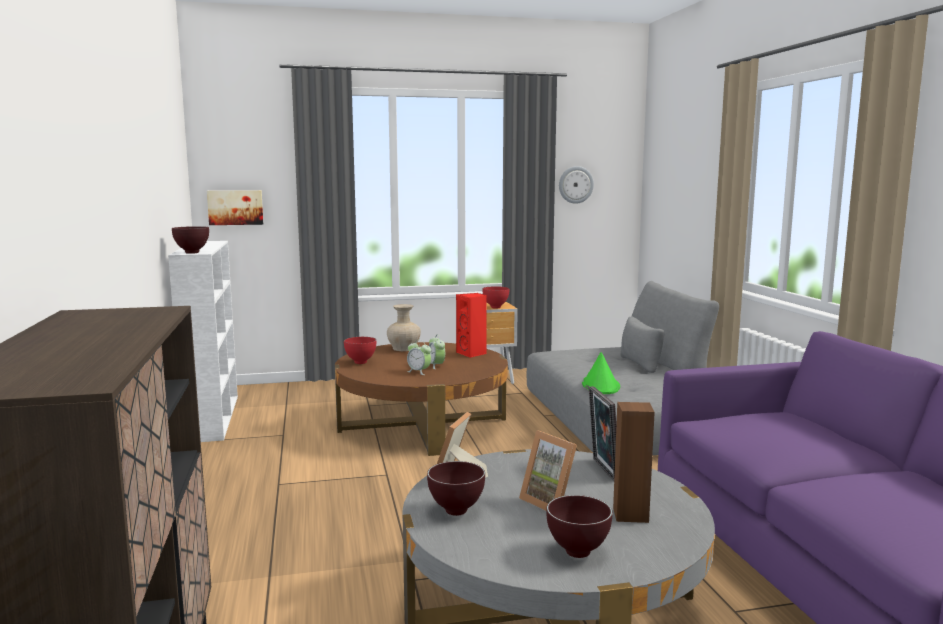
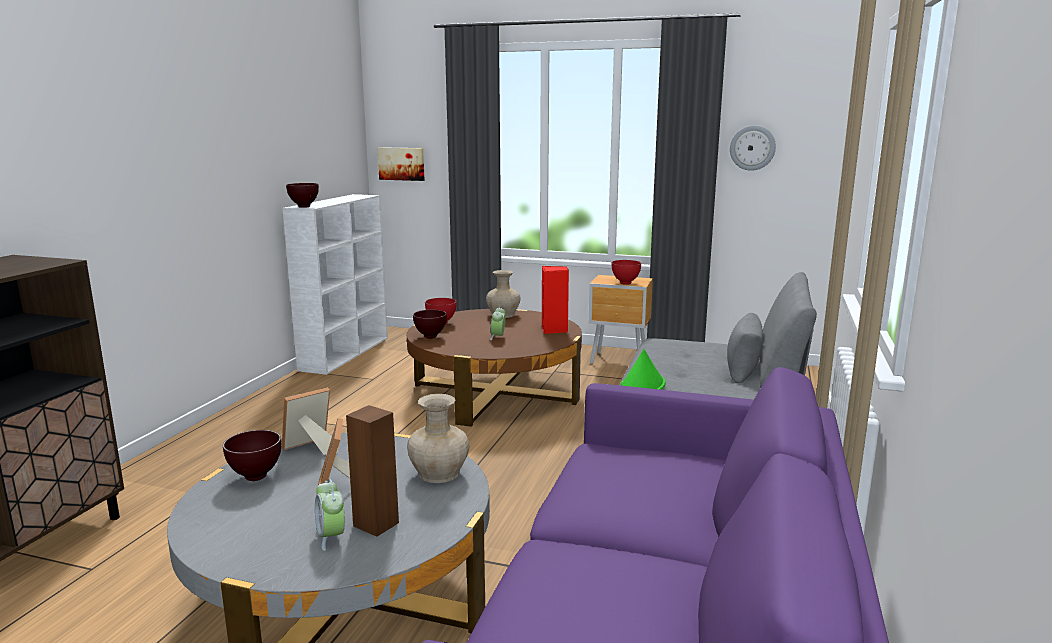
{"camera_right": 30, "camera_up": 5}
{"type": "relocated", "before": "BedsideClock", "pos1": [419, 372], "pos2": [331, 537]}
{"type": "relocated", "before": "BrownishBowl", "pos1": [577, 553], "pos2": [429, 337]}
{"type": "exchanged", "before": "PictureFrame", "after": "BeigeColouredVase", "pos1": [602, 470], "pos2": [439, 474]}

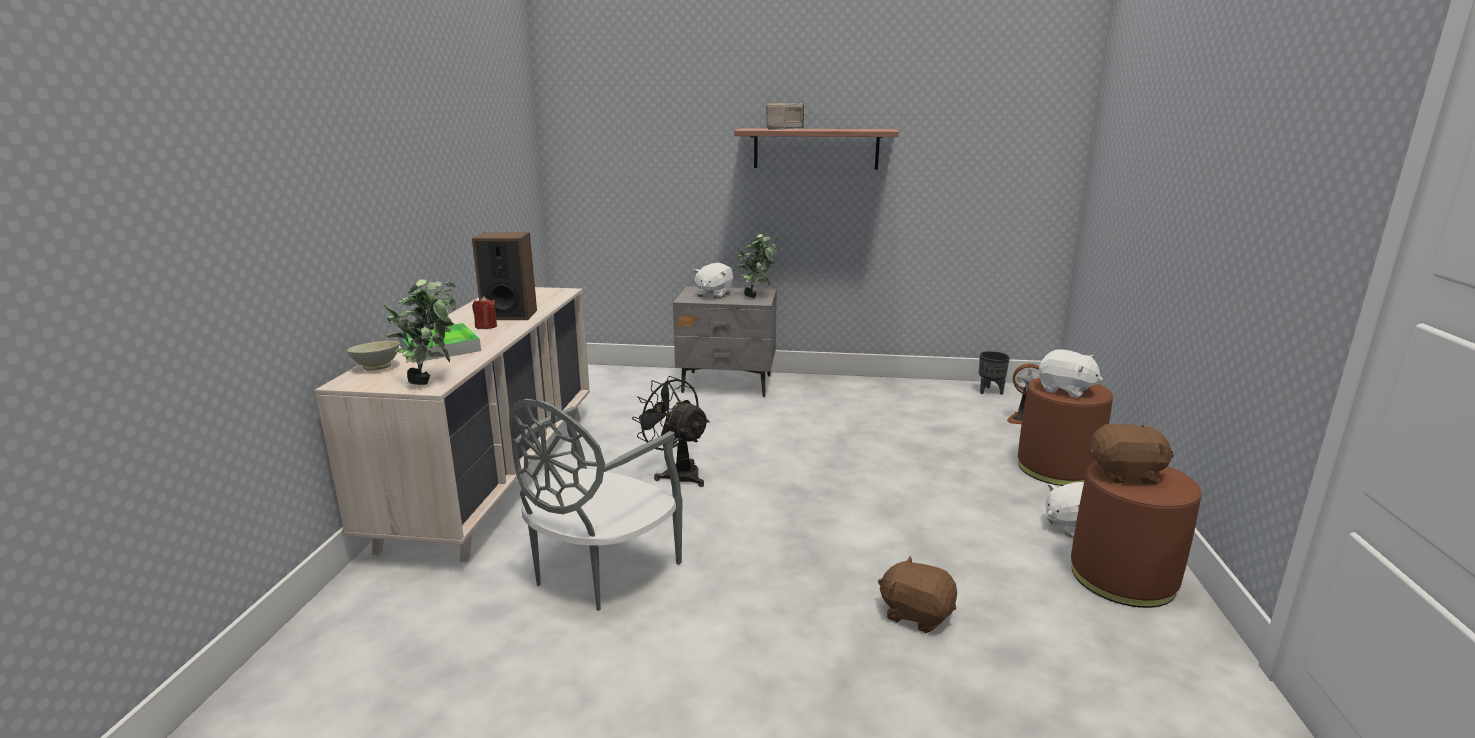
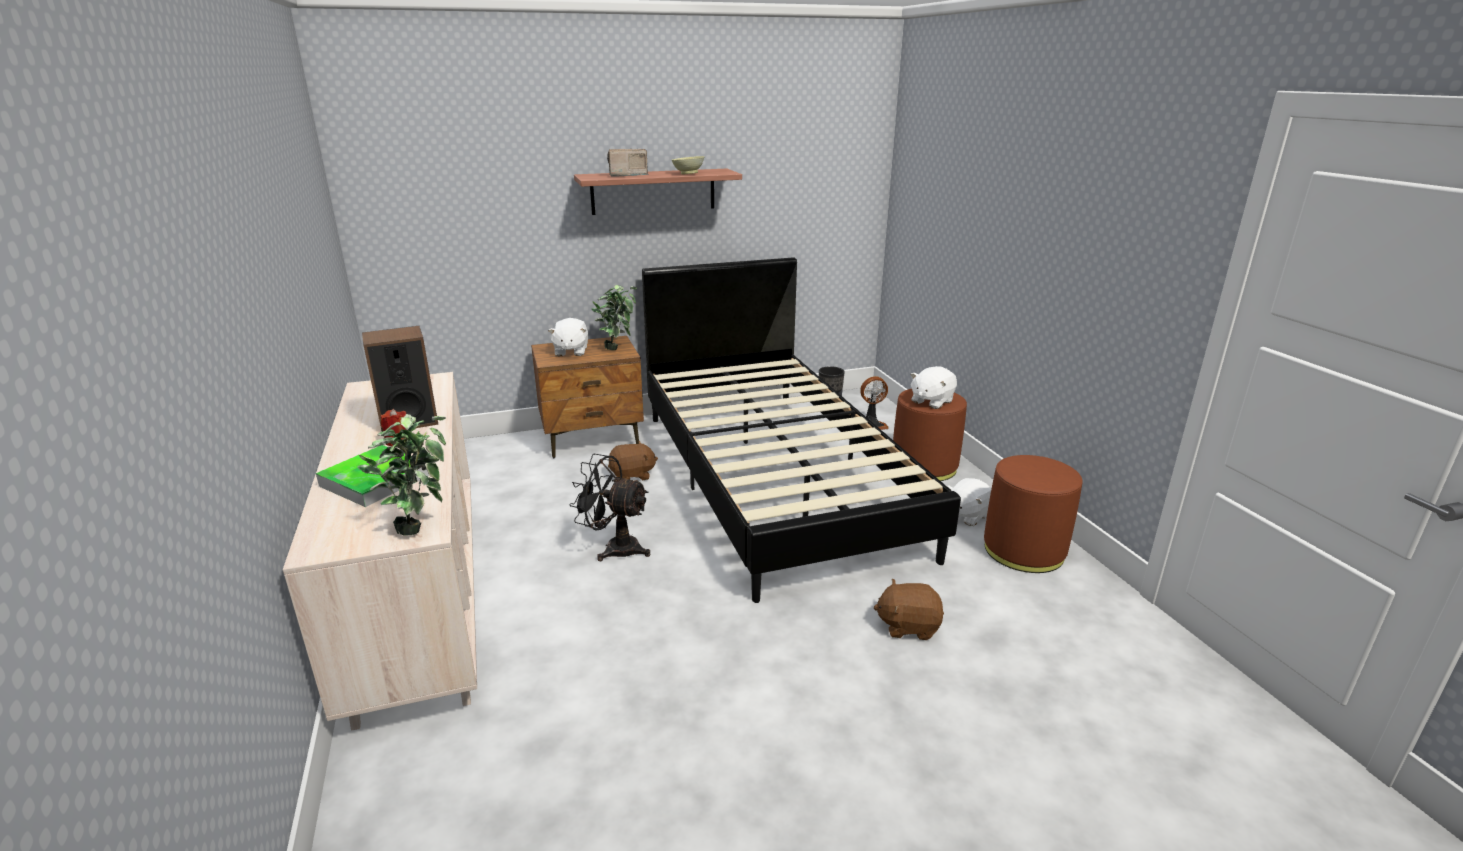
{"camera_right": -25, "camera_up": 5}
{"type": "relocated", "before": "BeigeColouredBowl", "pos1": [377, 367], "pos2": [688, 174]}
{"type": "missing", "before": "GreyishUprightChair", "pos1": [599, 571]}
{"type": "colour", "before": "GreyishNightstand", "after": "BrownishNightstand", "pos1": [727, 384], "pos2": [593, 439]}
{"type": "spun", "before": "WhitishPlushToy", "pos1": [1065, 390], "pos2": [931, 401], "turn": 120}
{"type": "relocated", "before": "BrownishPlushToy", "pos1": [1126, 474], "pos2": [632, 475]}
{"type": "appeared", "after": "BlackColouredSleepingBed", "pos2": [774, 478]}

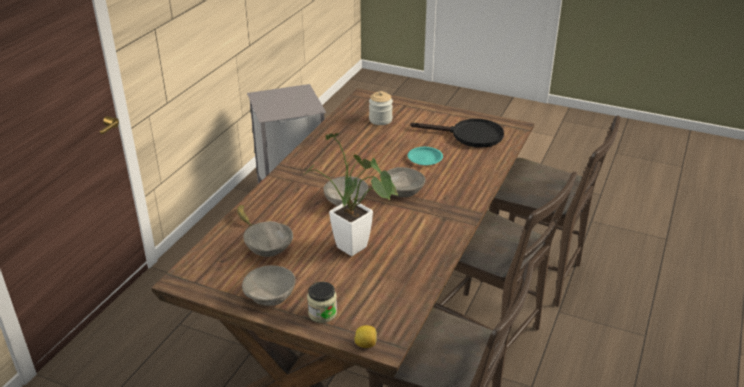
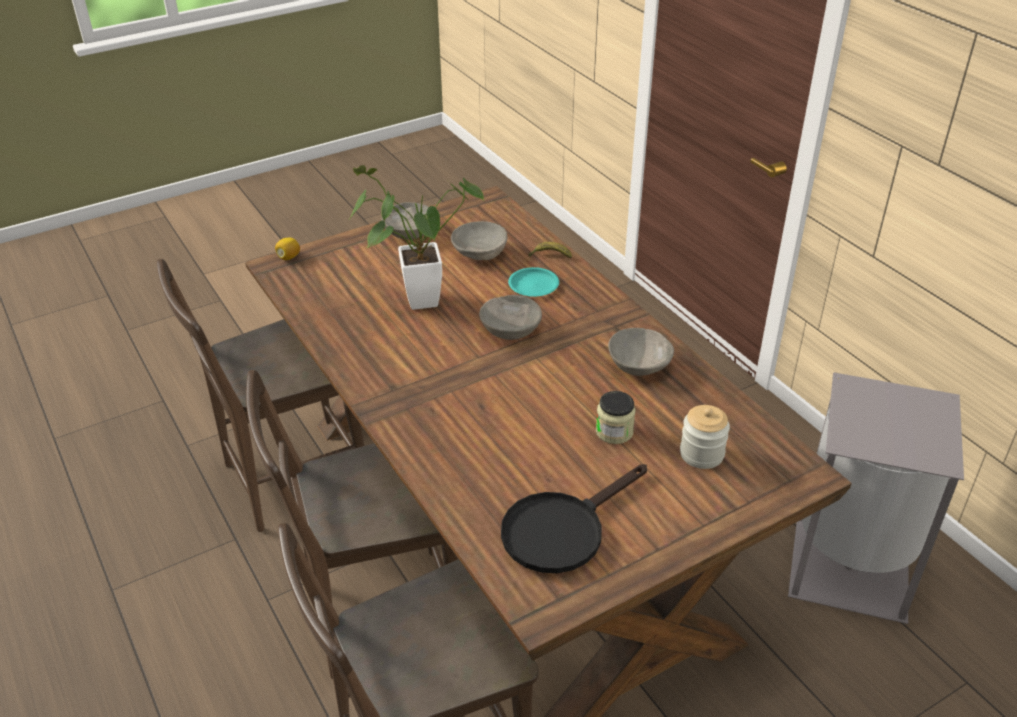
{"camera_right": 125, "camera_up": 5}
{"type": "relocated", "before": "PreserveJar", "pos1": [322, 313], "pos2": [614, 431]}
{"type": "relocated", "before": "GreyishBowl", "pos1": [402, 192], "pos2": [638, 365]}
{"type": "relocated", "before": "BlueGreenPlate", "pos1": [424, 158], "pos2": [533, 285]}

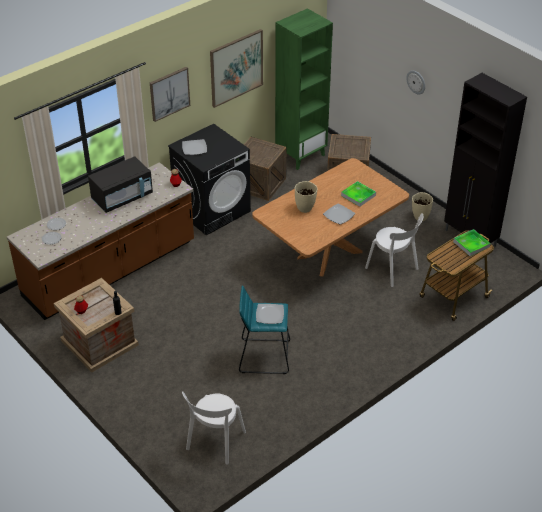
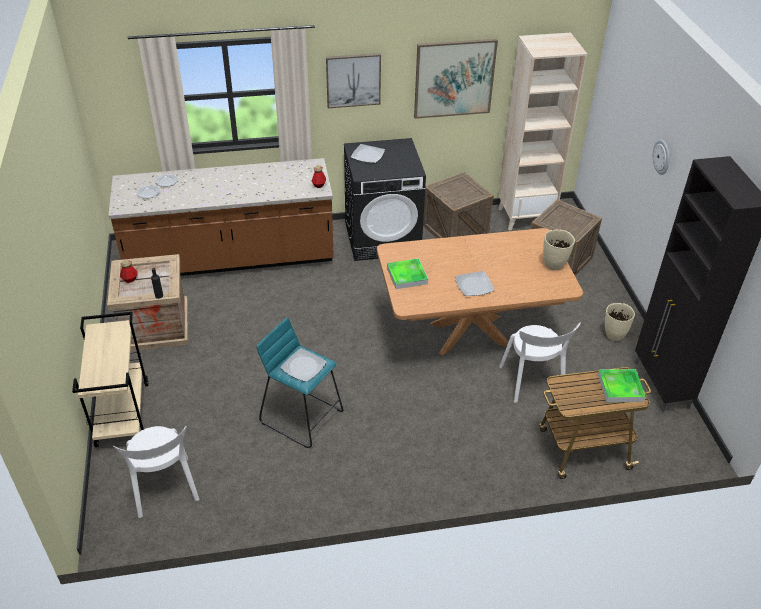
{"camera_right": 30, "camera_up": 0}
{"type": "missing", "before": "BlackColouredMicrowave", "pos1": [122, 197]}
{"type": "spun", "before": "WhitishUprightChair", "pos1": [214, 442], "pos2": [164, 489], "turn": -75}
{"type": "colour", "before": "GreenColouredShelvingUnit", "after": "BeigeColouredShelvingUnit", "pos1": [301, 155], "pos2": [525, 216]}
{"type": "relocated", "before": "BeigeColouredVase", "pos1": [305, 208], "pos2": [554, 265]}
{"type": "relocated", "before": "CarryingTray", "pos1": [358, 195], "pos2": [407, 276]}
{"type": "appeared", "after": "BeigeColouredTrolley", "pos2": [122, 413]}

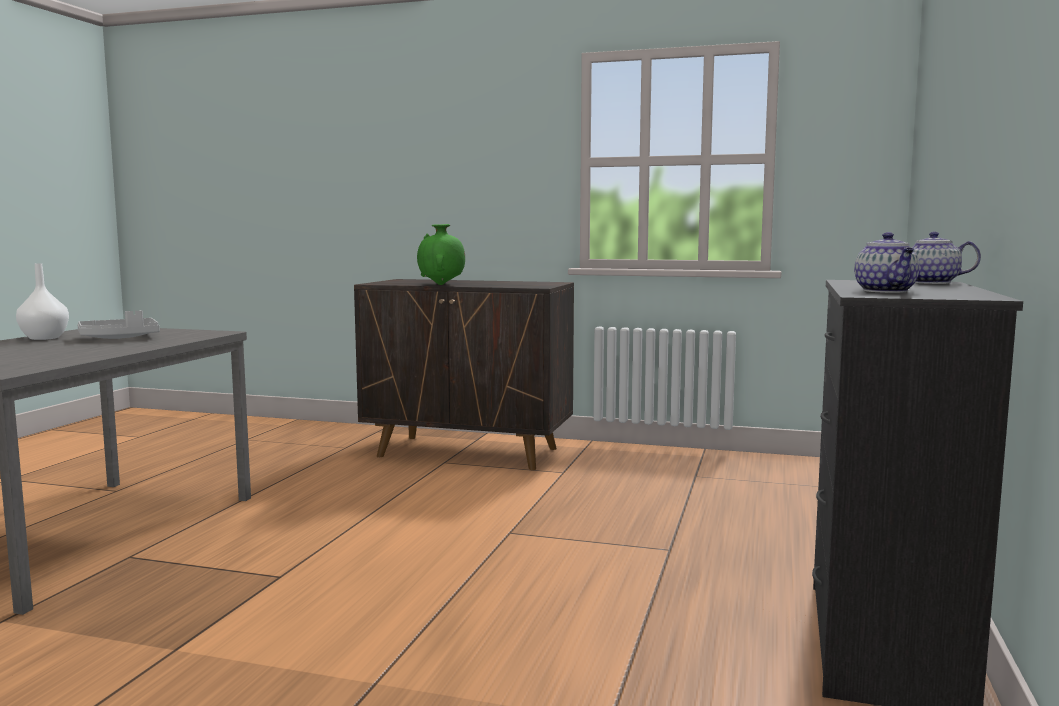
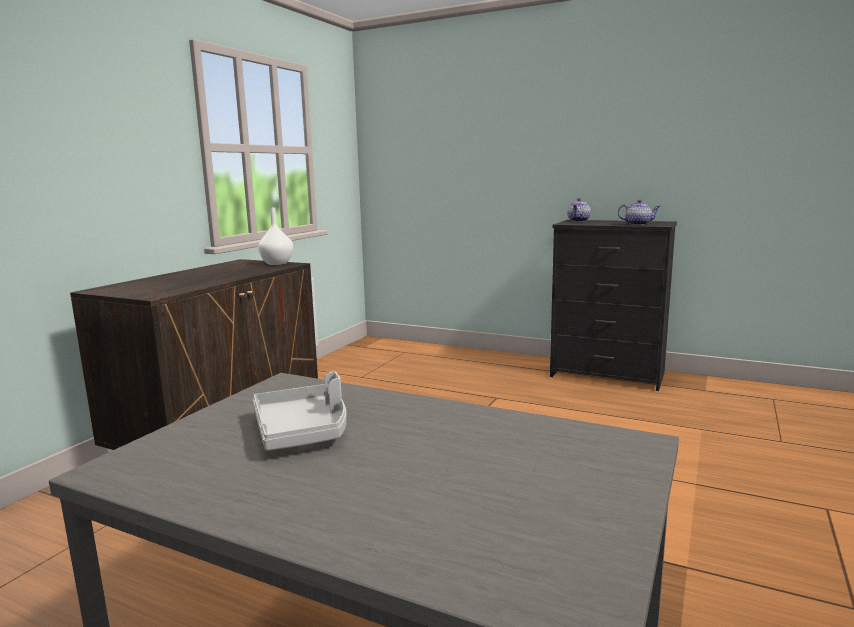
{"camera_right": -80, "camera_up": 5}
{"type": "relocated", "before": "WhitishVase", "pos1": [45, 338], "pos2": [276, 263]}
{"type": "missing", "before": "GreenColouredVase", "pos1": [441, 285]}

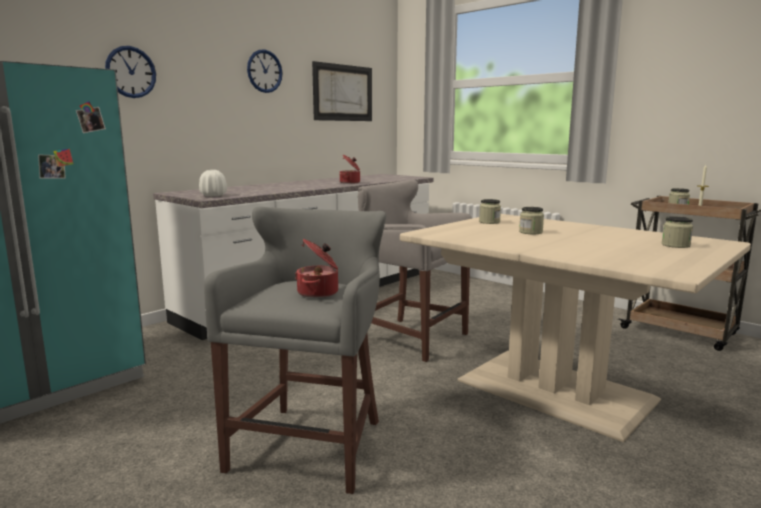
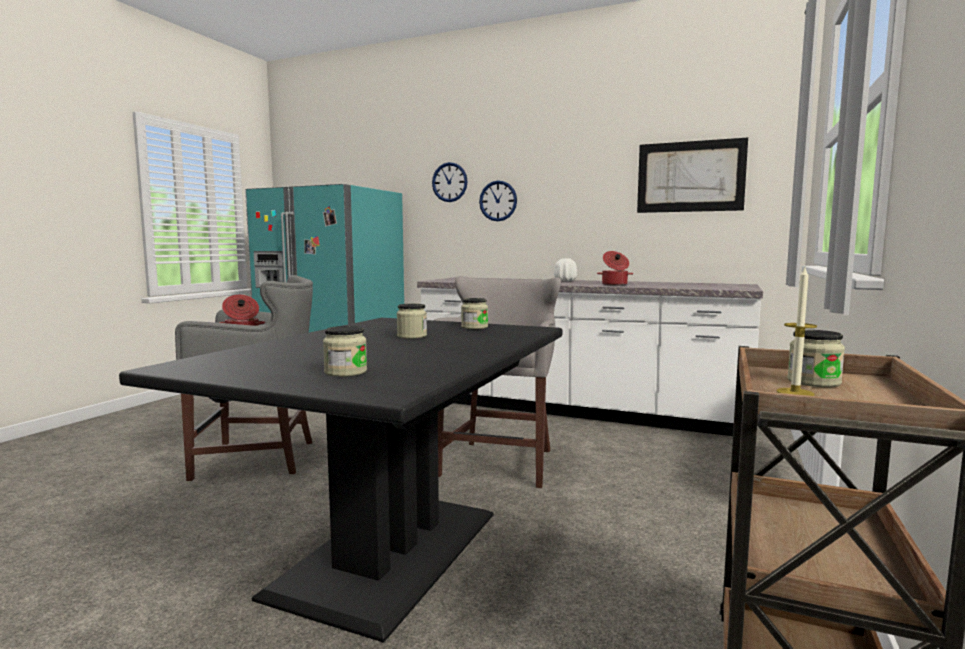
{"camera_right": 70, "camera_up": -5}
{"type": "relocated", "before": "WhitishVase", "pos1": [213, 195], "pos2": [565, 281]}
{"type": "relocated", "before": "ClockOnTheWall", "pos1": [264, 71], "pos2": [498, 201]}
{"type": "colour", "before": "BeigeColouredKitchenTable", "after": "BlackColouredKitchenTable", "pos1": [555, 389], "pos2": [392, 552]}

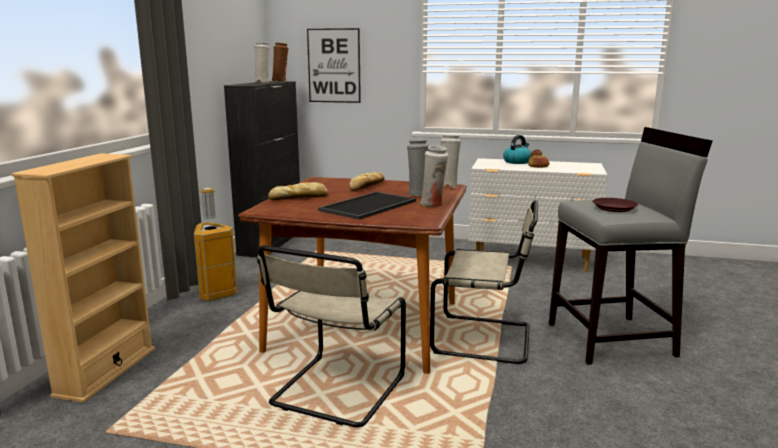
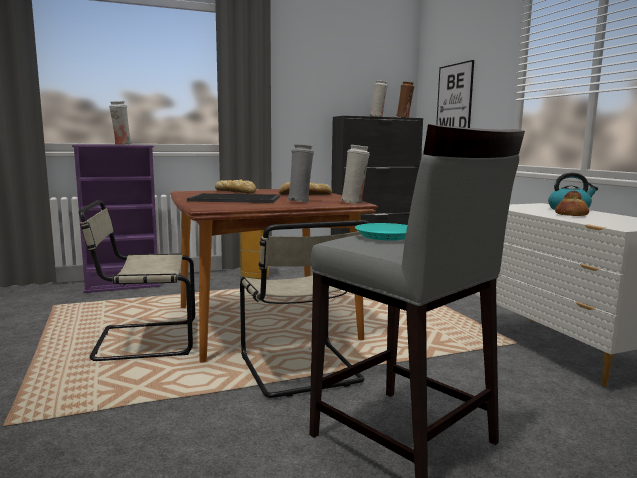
{"camera_right": 55, "camera_up": -5}
{"type": "colour", "before": "BeigeColouredShelvingUnit", "after": "PurpleColouredShelvingUnit", "pos1": [106, 371], "pos2": [123, 286]}
{"type": "relocated", "before": "WhitishVase", "pos1": [433, 205], "pos2": [122, 144]}
{"type": "colour", "before": "BrownishPlate", "after": "BlueGreenPlate", "pos1": [614, 208], "pos2": [386, 236]}

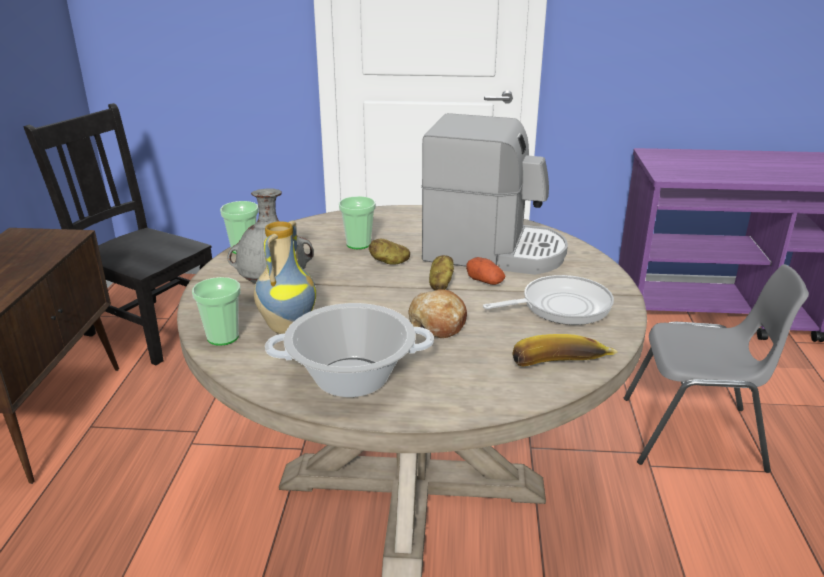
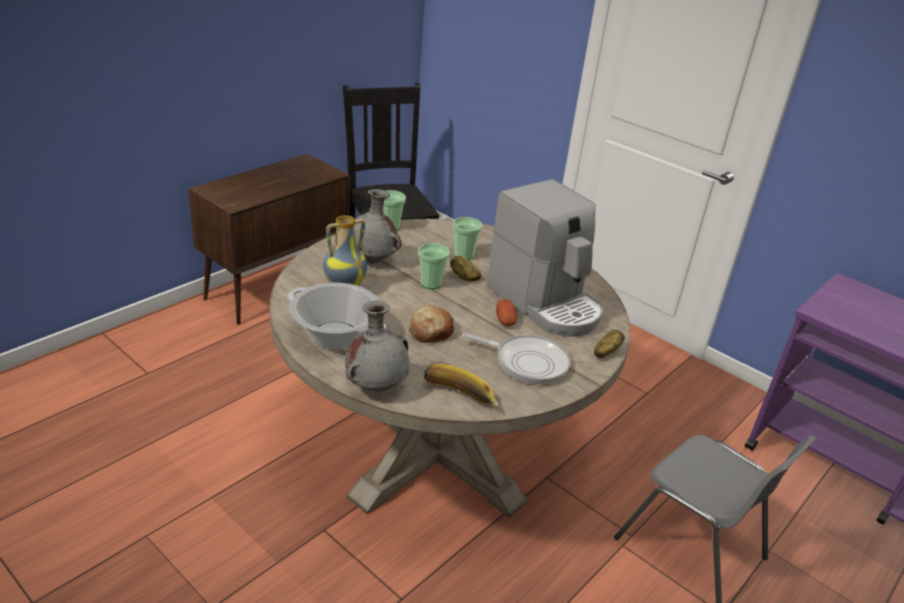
{"camera_right": 35, "camera_up": 5}
{"type": "relocated", "before": "SmallCup", "pos1": [223, 337], "pos2": [431, 283]}
{"type": "relocated", "before": "WholePotato", "pos1": [440, 284], "pos2": [606, 352]}
{"type": "appeared", "after": "GreyishVase", "pos2": [377, 386]}

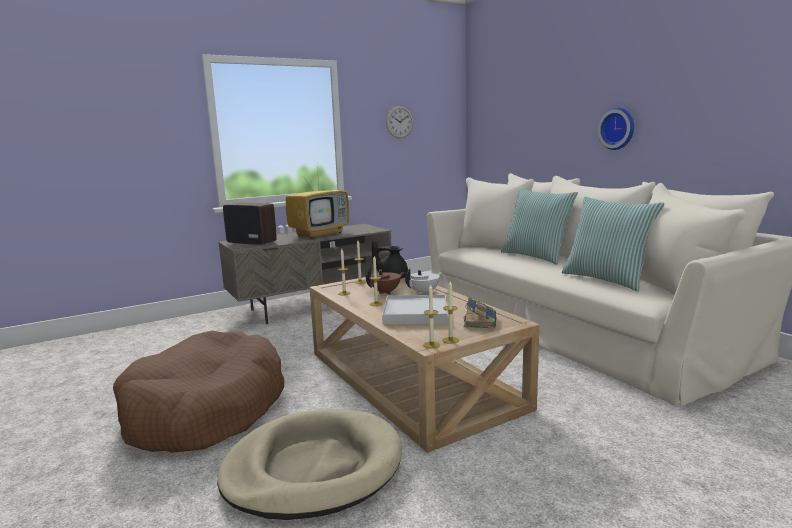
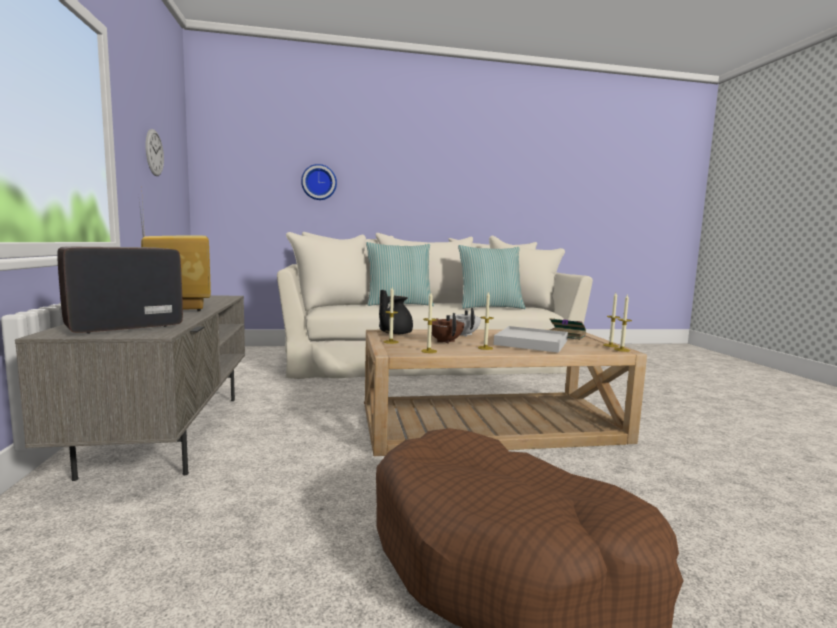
{"camera_right": -70, "camera_up": -5}
{"type": "missing", "before": "BeigeColouredDogBed", "pos1": [313, 468]}
{"type": "relocated", "before": "ClockOnTheWall", "pos1": [618, 128], "pos2": [319, 182]}

